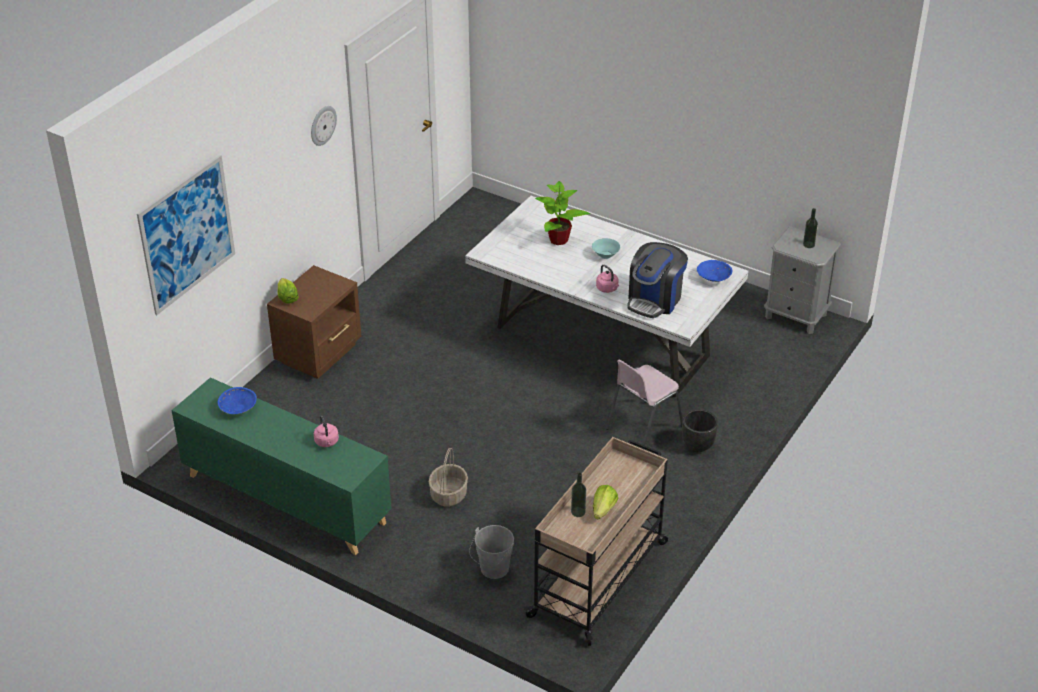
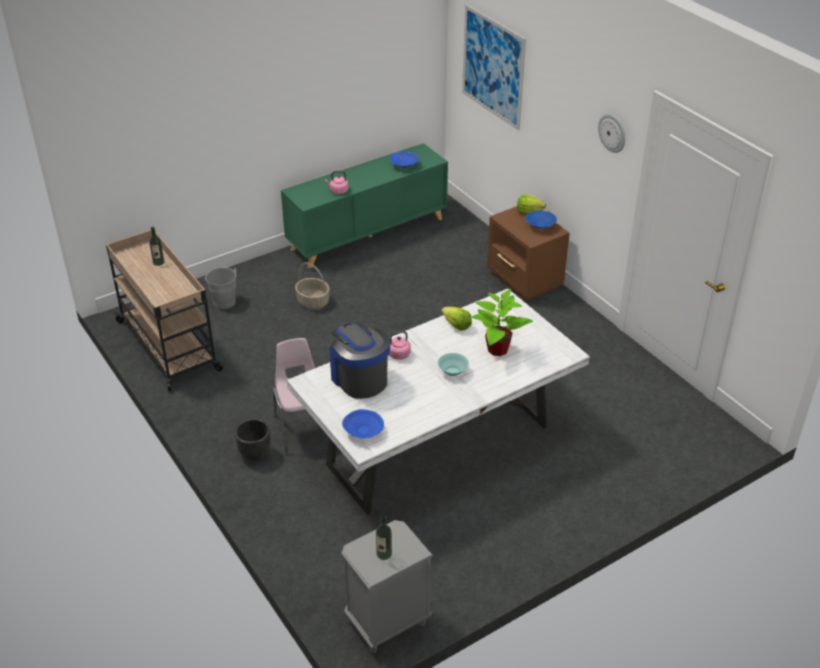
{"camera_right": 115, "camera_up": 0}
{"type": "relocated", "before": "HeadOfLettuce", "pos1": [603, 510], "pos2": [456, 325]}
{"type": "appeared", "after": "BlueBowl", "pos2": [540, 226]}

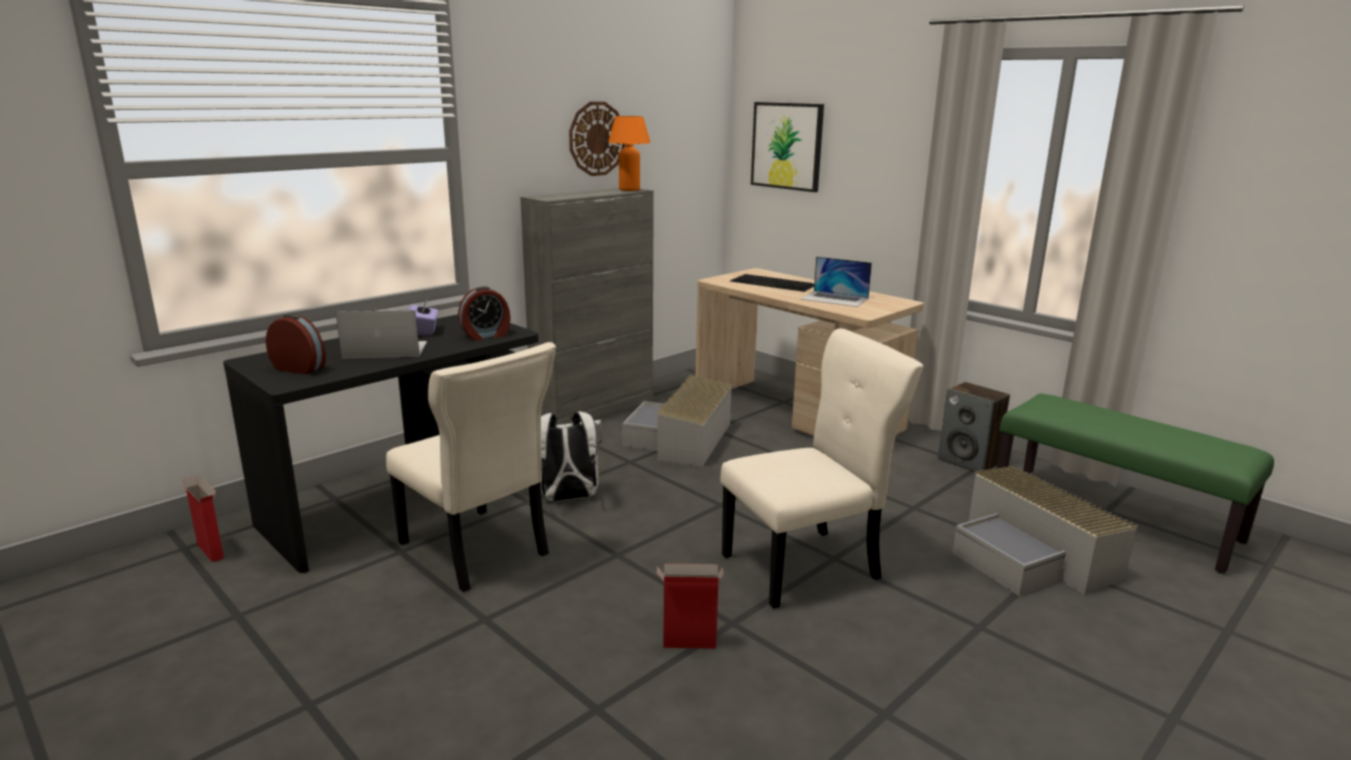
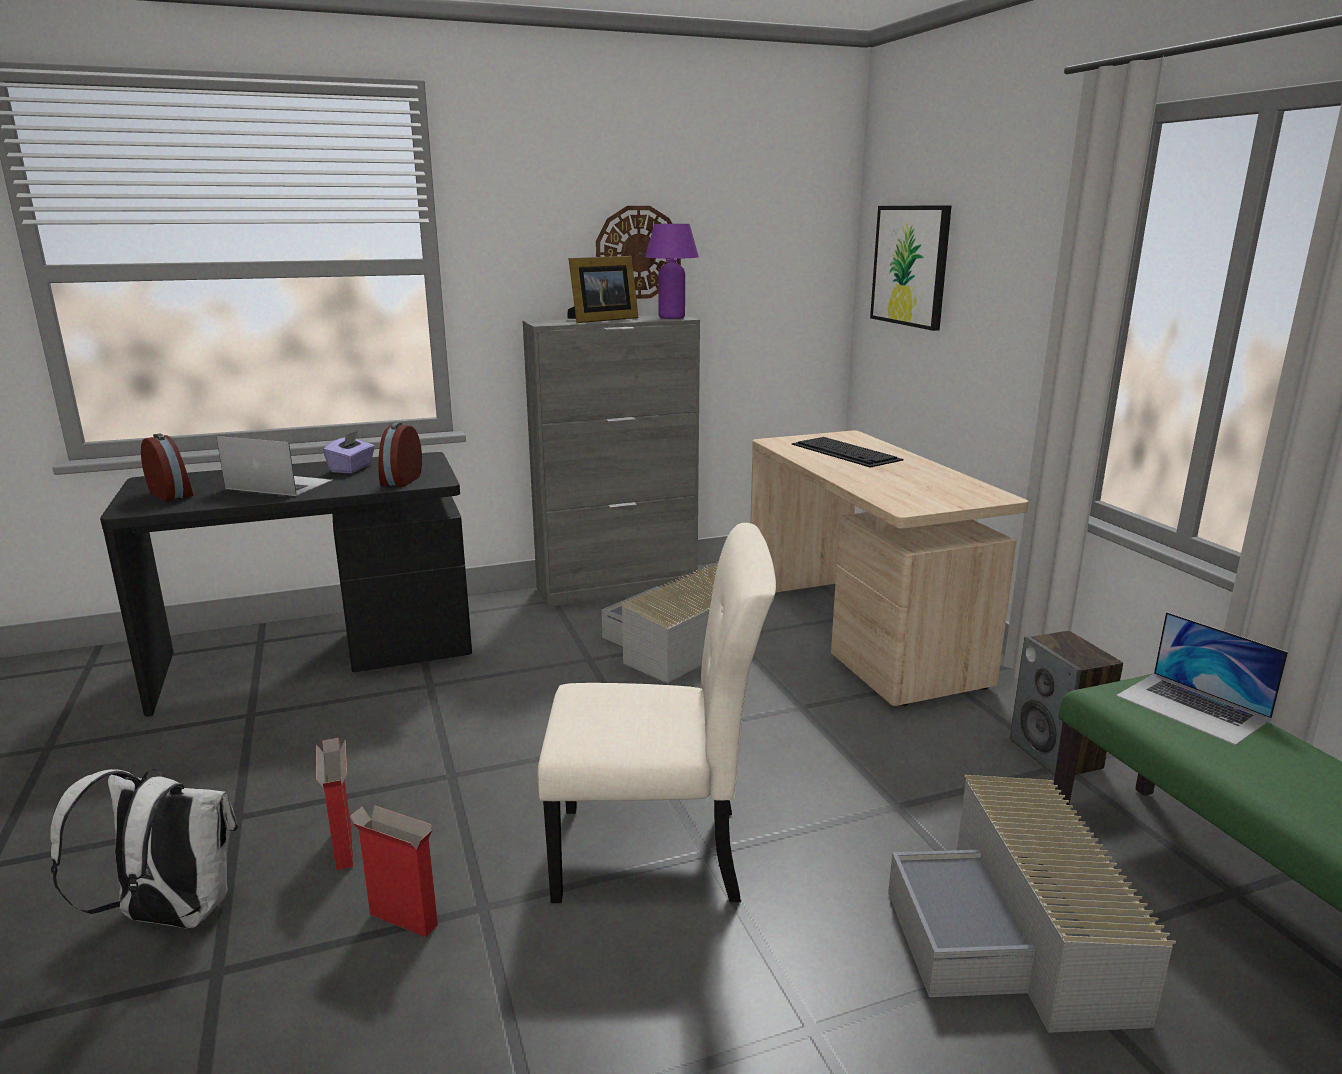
{"camera_right": 25, "camera_up": 0}
{"type": "relocated", "before": "Carton", "pos1": [211, 551], "pos2": [344, 849]}
{"type": "missing", "before": "BeigeColouredUprightChair", "pos1": [476, 551]}
{"type": "spun", "before": "BedsideClock", "pos1": [486, 335], "pos2": [400, 481], "turn": 105}
{"type": "relocated", "before": "WhitishRucksack", "pos1": [567, 498], "pos2": [170, 916]}
{"type": "colour", "before": "OrangeColouredTabletopLamp", "after": "PurpleColouredTabletopLamp", "pos1": [629, 189], "pos2": [671, 317]}
{"type": "relocated", "before": "PortableComputer", "pos1": [835, 299], "pos2": [1192, 707]}
{"type": "appeared", "after": "PictureFrame", "pos2": [600, 319]}

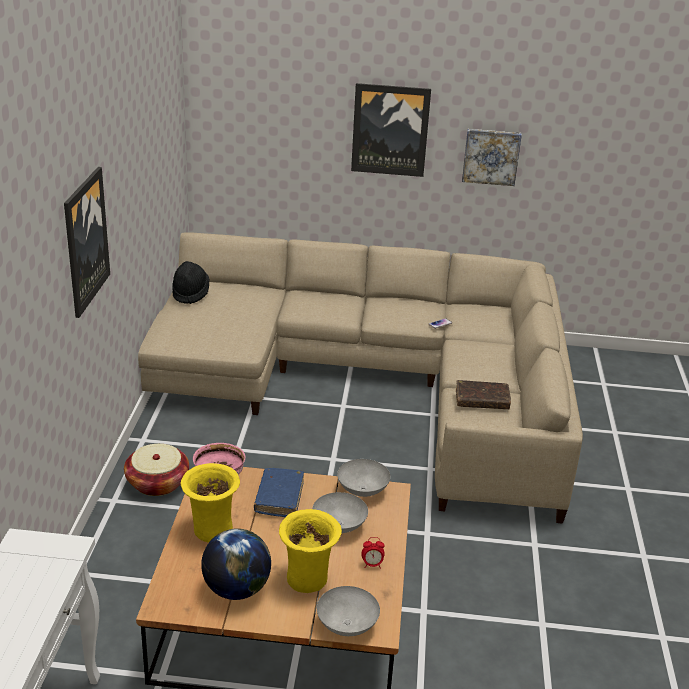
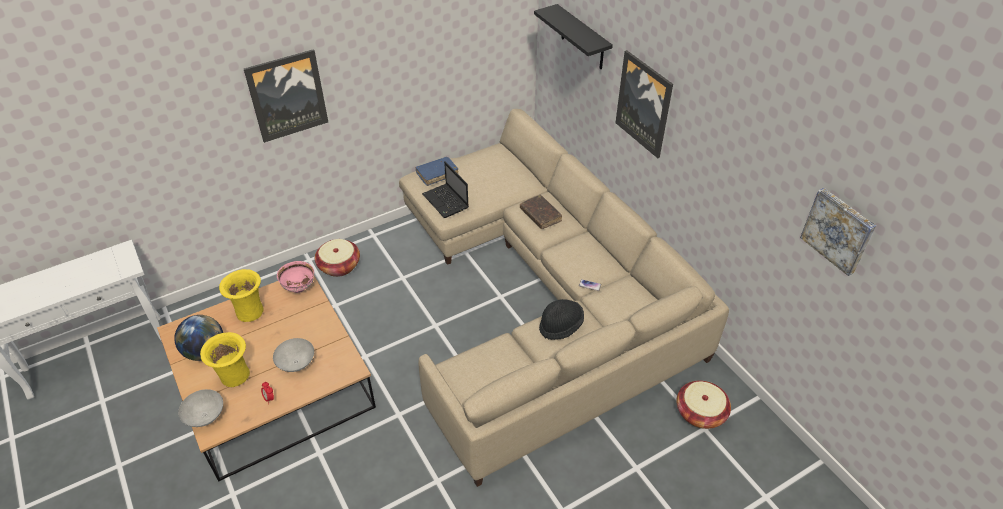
{"camera_right": 55, "camera_up": 15}
{"type": "relocated", "before": "BlackColouredWearableHat", "pos1": [190, 293], "pos2": [561, 326]}
{"type": "relocated", "before": "BlueBoundBook", "pos1": [279, 498], "pos2": [437, 174]}
{"type": "missing", "before": "GreyishBowl", "pos1": [363, 490]}
{"type": "relocated", "before": "BrownishBoundBook", "pos1": [482, 400], "pos2": [540, 215]}
{"type": "relocated", "before": "WallPicture", "pos1": [491, 156], "pos2": [838, 230]}
{"type": "appeared", "after": "PortableComputer", "pos2": [446, 202]}
{"type": "appeared", "after": "BlackColouredShelf", "pos2": [582, 38]}
{"type": "appeared", "after": "HouseholdBasket", "pos2": [700, 413]}

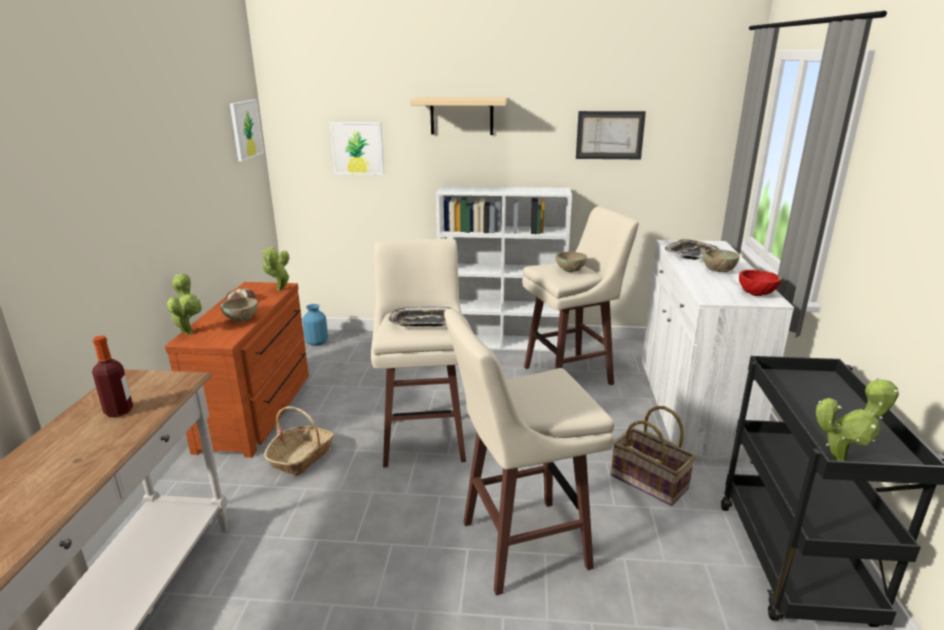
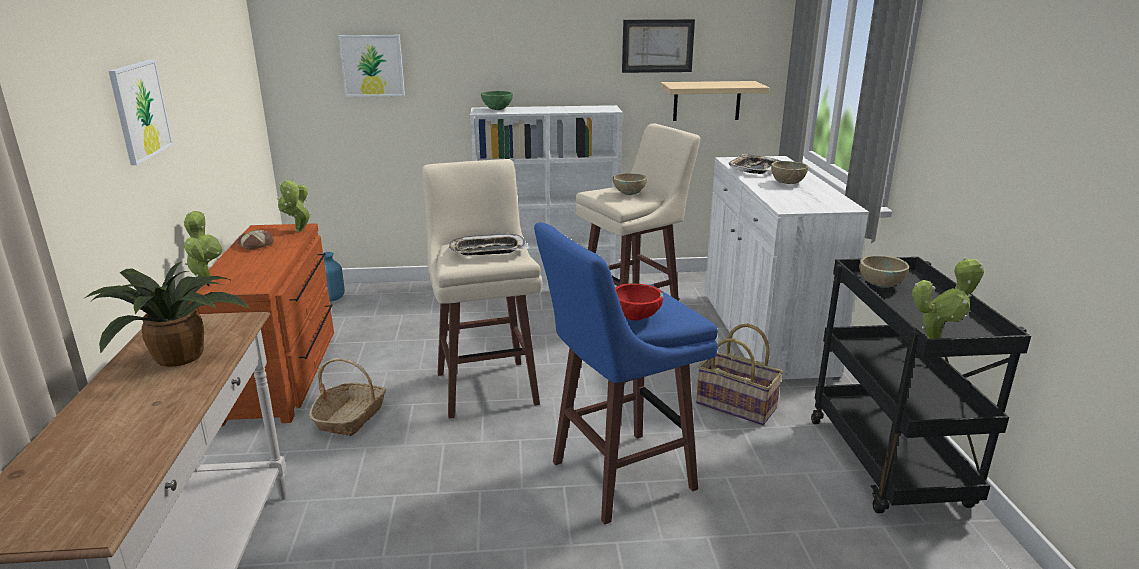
{"camera_right": -10, "camera_up": 0}
{"type": "exchanged", "before": "DrinkBottle", "after": "Houseplant", "pos1": [119, 411], "pos2": [179, 355]}
{"type": "relocated", "before": "BeigeColouredBowl", "pos1": [241, 320], "pos2": [879, 285]}
{"type": "relocated", "before": "WallPicture", "pos1": [246, 129], "pos2": [140, 110]}
{"type": "relocated", "before": "BeigeColouredShelf", "pos1": [461, 116], "pos2": [707, 101]}
{"type": "colour", "before": "BeigeColouredStool", "after": "BlueStool", "pos1": [520, 545], "pos2": [618, 476]}
{"type": "relocated", "before": "RedBowl", "pos1": [756, 294], "pos2": [636, 318]}
{"type": "appeared", "after": "GreenColouredBowl", "pos2": [497, 110]}

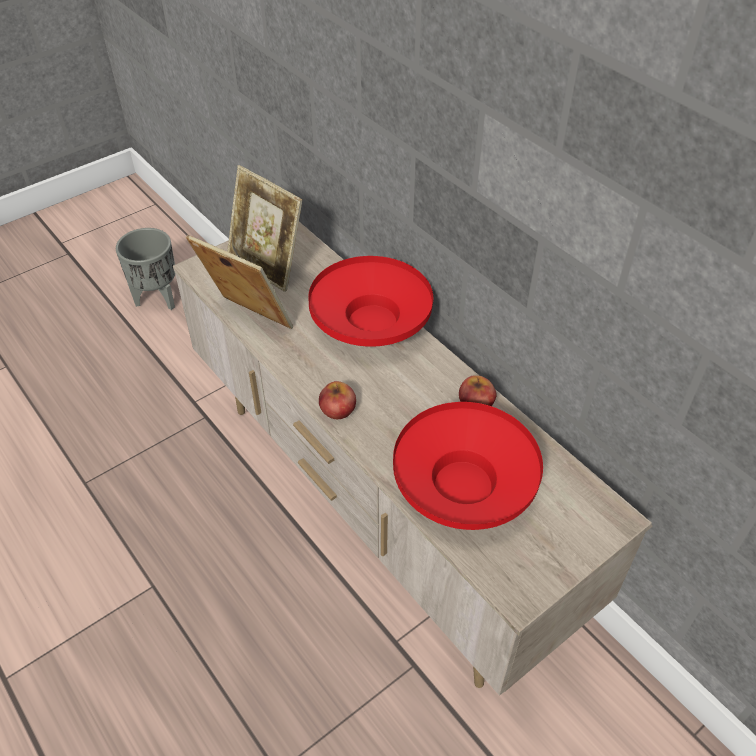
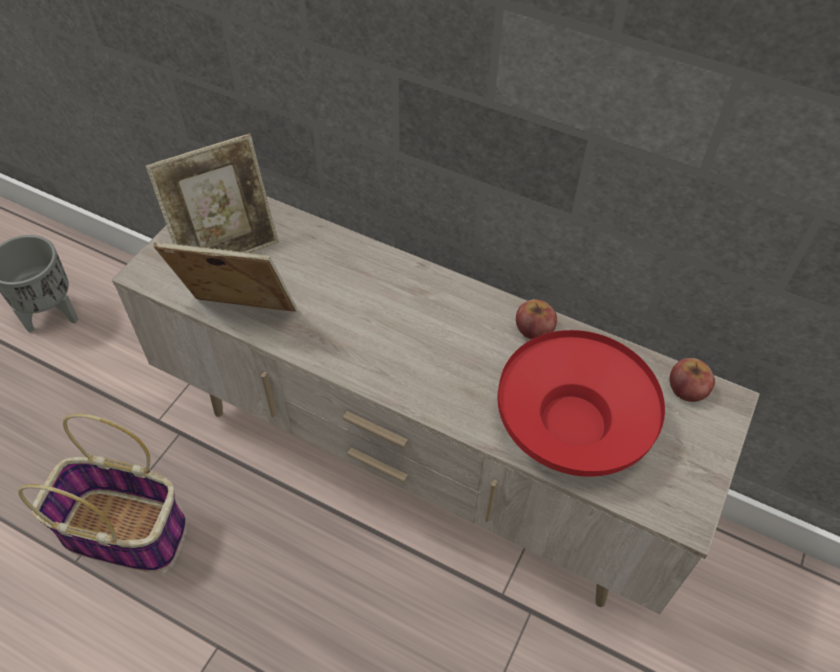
{"camera_right": -25, "camera_up": 5}
{"type": "spun", "before": "PictureFrame", "pos1": [267, 266], "pos2": [226, 247], "turn": -45}
{"type": "missing", "before": "RedBowl", "pos1": [371, 324]}
{"type": "relocated", "before": "AppleFruit", "pos1": [337, 409], "pos2": [687, 388]}
{"type": "appeared", "after": "HouseholdBasket", "pos2": [127, 531]}

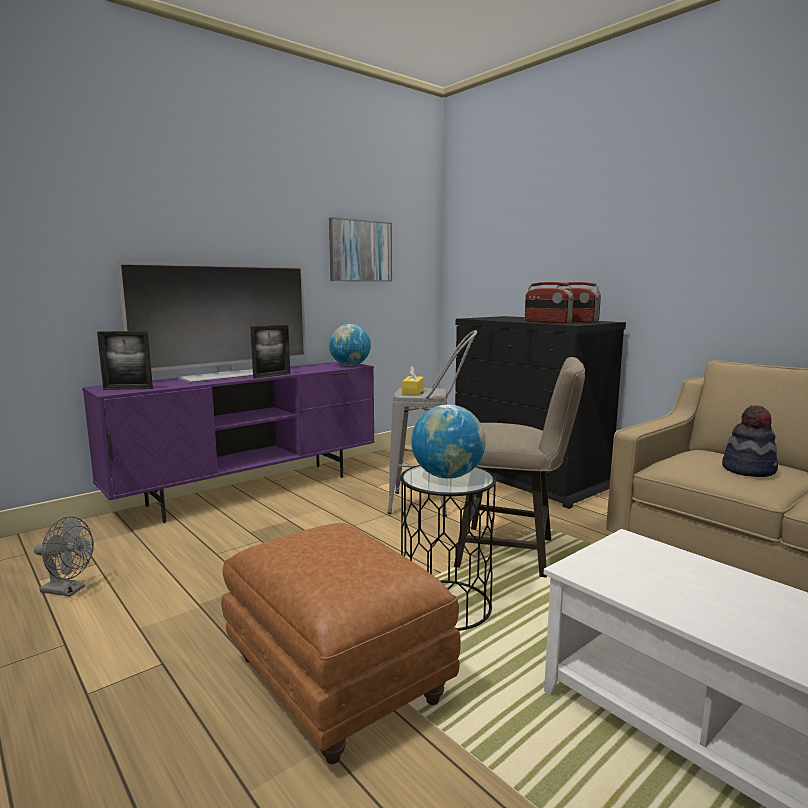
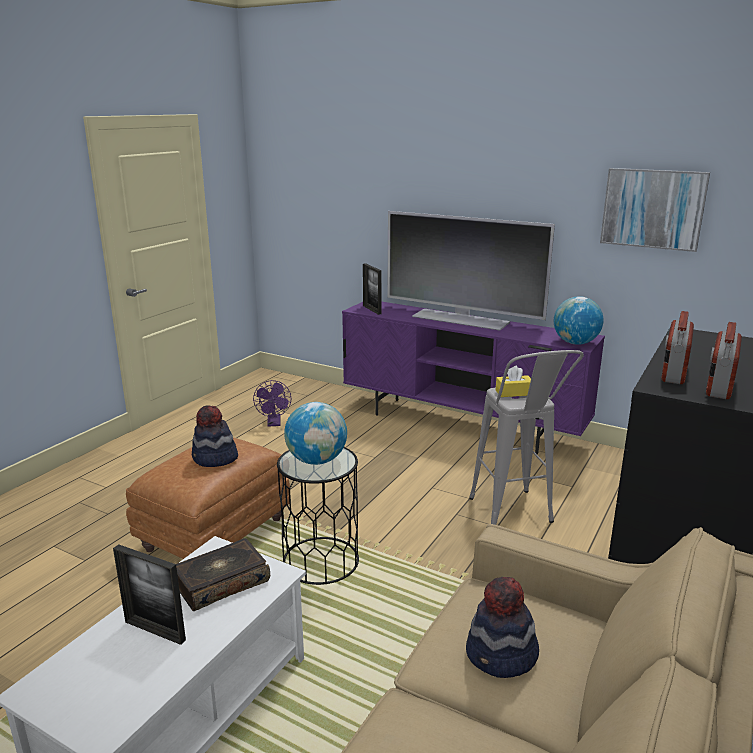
{"camera_right": 70, "camera_up": 10}
{"type": "colour", "before": "GreyishElectricFan", "after": "PurpleColouredElectricFan", "pos1": [68, 590], "pos2": [274, 423]}
{"type": "relocated", "before": "PictureFrame", "pos1": [272, 376], "pos2": [155, 631]}
{"type": "missing", "before": "BeigeColouredStool", "pos1": [514, 553]}
{"type": "appeared", "after": "BoundBook", "pos2": [221, 583]}
{"type": "appeared", "after": "WearableHat", "pos2": [215, 459]}

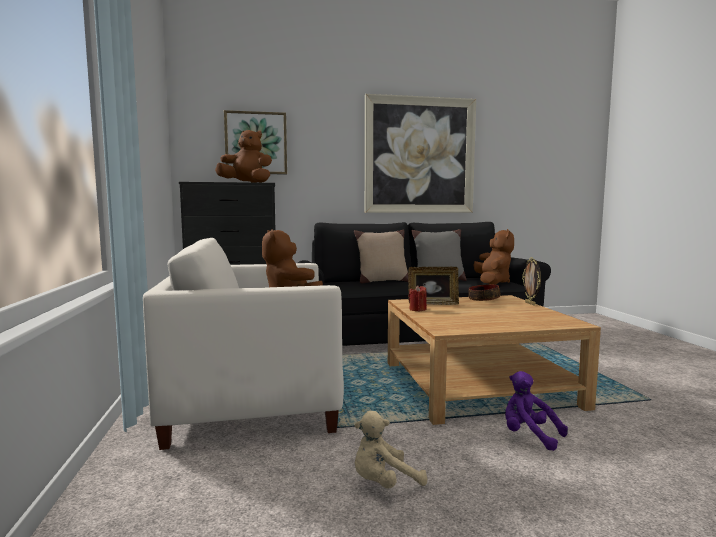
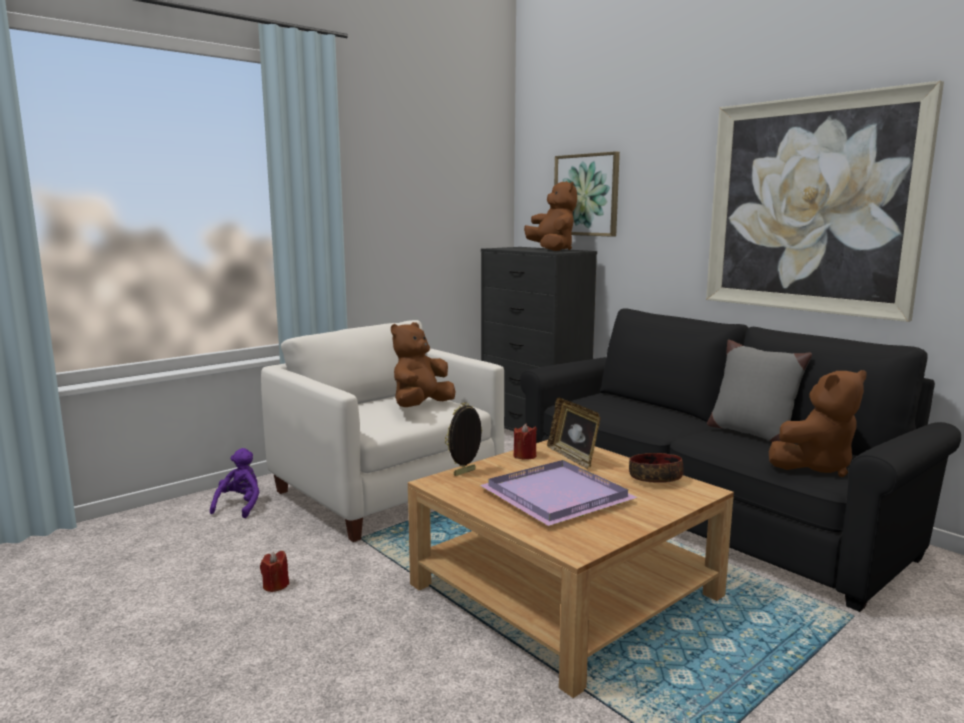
{"camera_right": 60, "camera_up": 5}
{"type": "missing", "before": "BeigeColouredCushion", "pos1": [382, 281]}
{"type": "exchanged", "before": "BeigeColouredPlushToy", "after": "RedWaxCandle", "pos1": [384, 483], "pos2": [275, 585]}
{"type": "relocated", "before": "PurpleColouredPlushToy", "pos1": [529, 435], "pos2": [240, 506]}
{"type": "relocated", "before": "PictureFrame", "pos1": [530, 303], "pos2": [465, 473]}
{"type": "appeared", "after": "PurpleColouredCarryingTray", "pos2": [553, 496]}

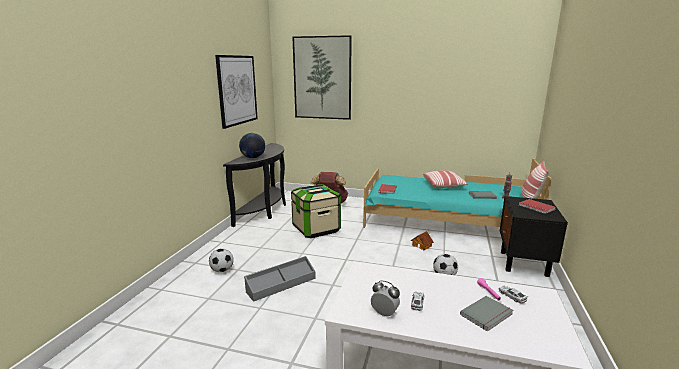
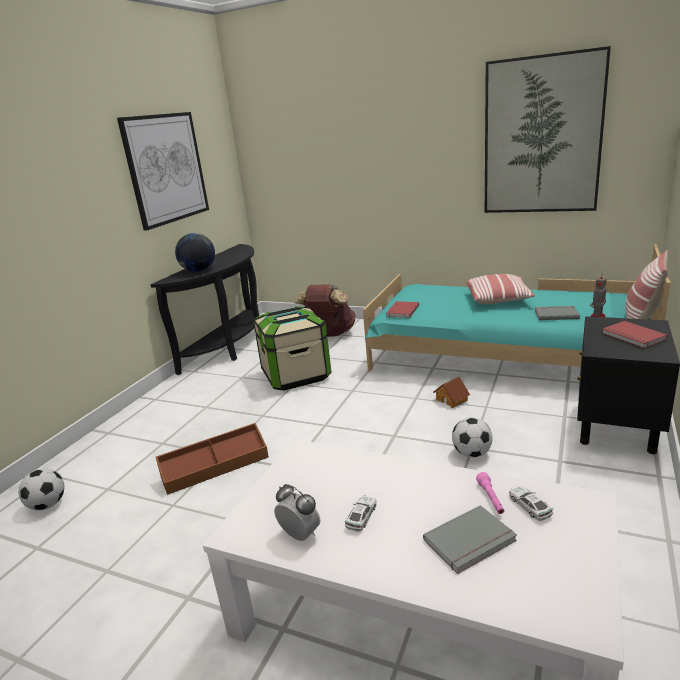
{"camera_right": 10, "camera_up": 5}
{"type": "relocated", "before": "Football", "pos1": [222, 270], "pos2": [48, 505]}
{"type": "colour", "before": "GreyishStorageBox", "after": "BrownishStorageBox", "pos1": [281, 284], "pos2": [215, 467]}
{"type": "relocated", "before": "WallPicture", "pos1": [322, 78], "pos2": [542, 136]}

